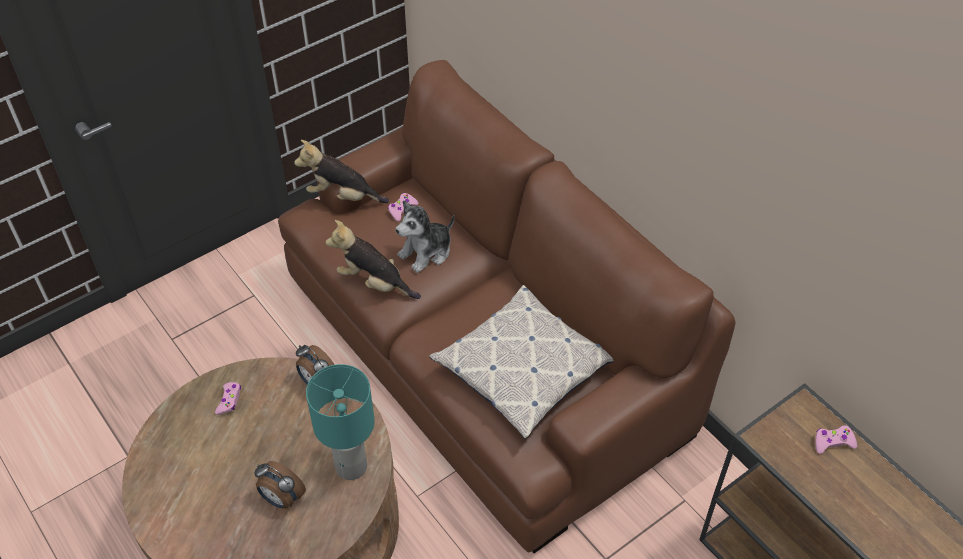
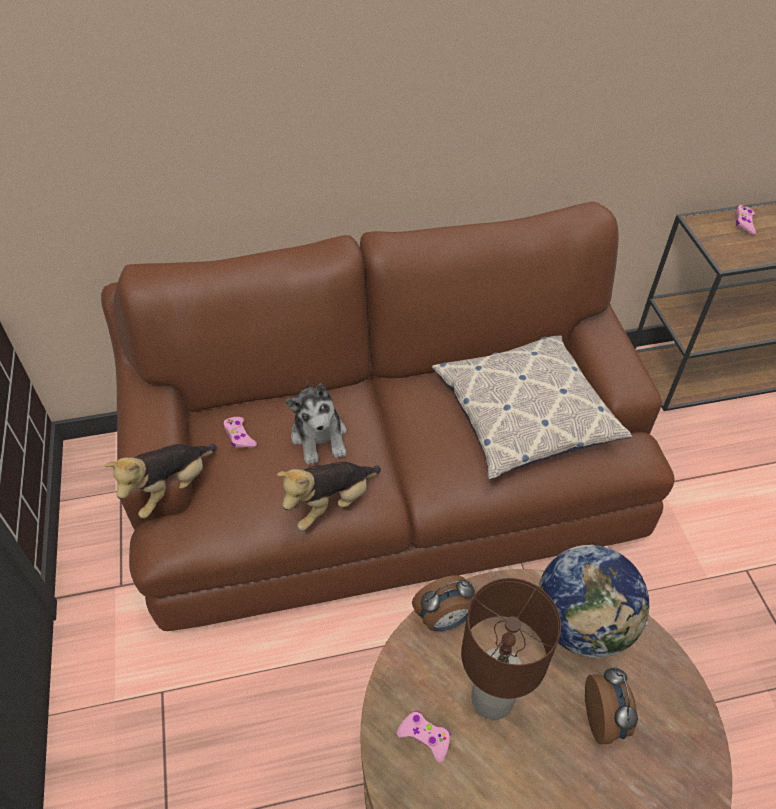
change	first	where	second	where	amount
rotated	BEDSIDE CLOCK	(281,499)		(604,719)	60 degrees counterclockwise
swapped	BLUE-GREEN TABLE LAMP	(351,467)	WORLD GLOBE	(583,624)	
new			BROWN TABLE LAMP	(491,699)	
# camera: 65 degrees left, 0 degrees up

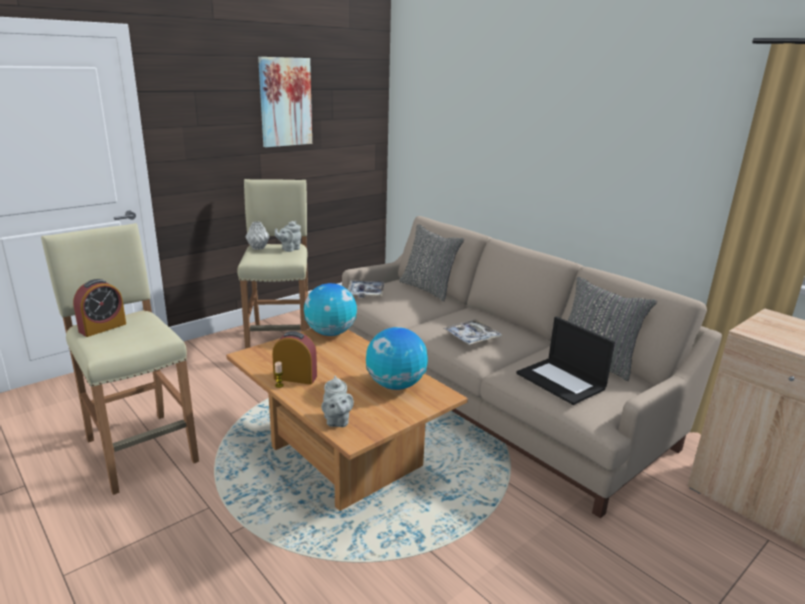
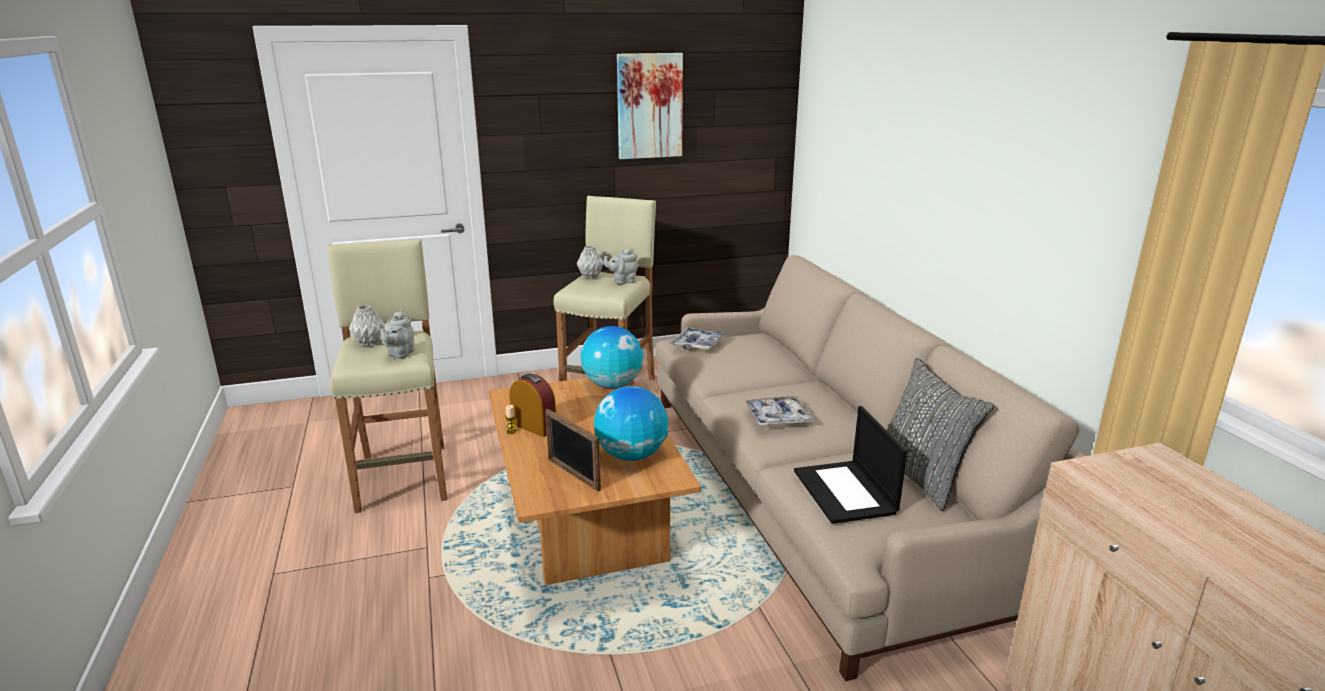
change	first	where	second	where	amount
swapped	BEDSIDE CLOCK	(102,328)	GRAY FLOWER VASE	(370,343)	
shifted	GRAY TEA POT	(336,421)		(400,354)	
gone	GRAY PILLOW	(428,289)			
new			PICTURE FRAME	(573,474)	
# camera: 25 degrees right, 0 degrees up

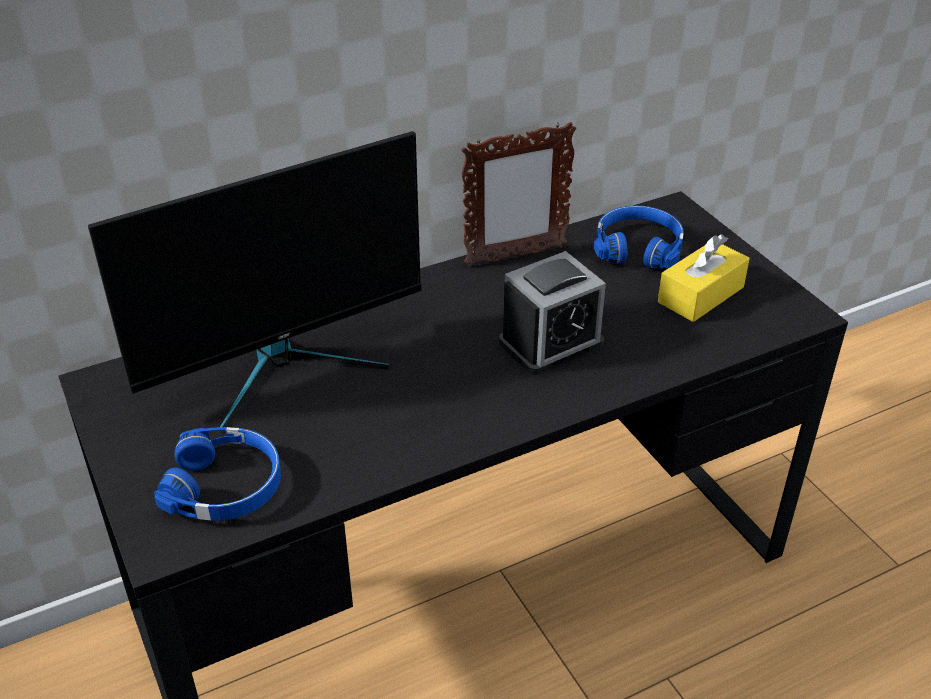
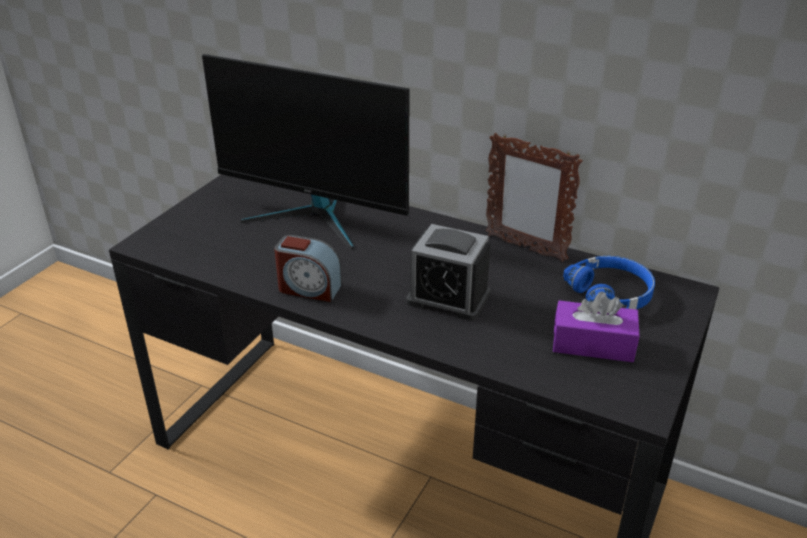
change	first	where	second	where	amount
gone	BLUISH PAIR OF HEADPHONES	(225,486)			
repainted	YELLOW TISSUE BOX	(701,295)	PURPLE TISSUE BOX	(593,344)	
new			BEDSIDE CLOCK	(309,288)	
# camera: 55 degrees right, 5 degrees down

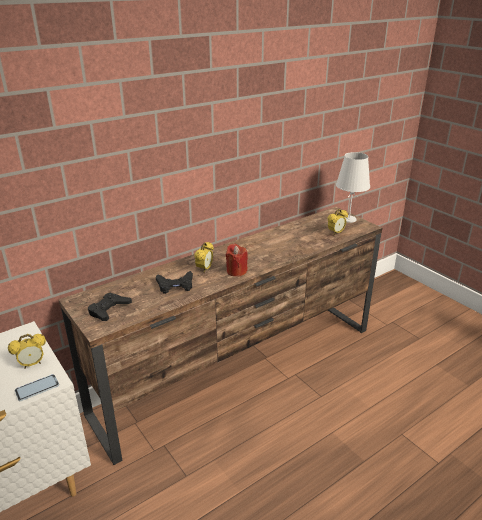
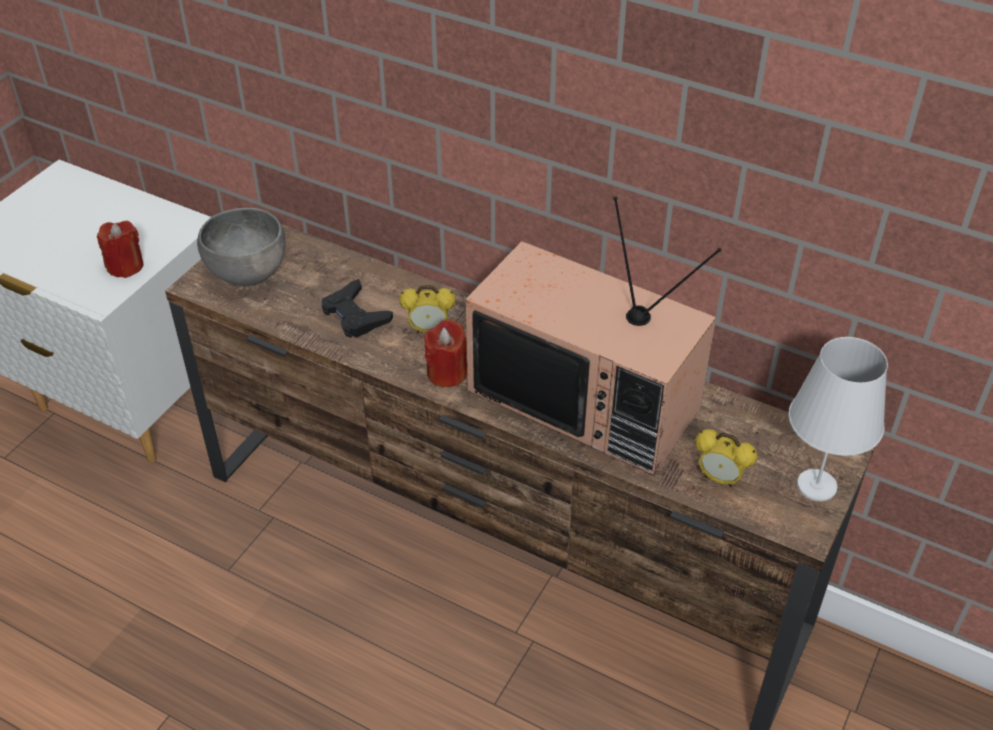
change	first	where	second	where	amount
swapped	BEDSIDE CLOCK	(32,364)	RED-COLOURED CANDLE	(125,266)	
gone	HANDSET	(37,388)			
swapped	BLACK GAMEPAD	(109,310)	GRAY SERVING BOWL	(249,274)	
new			TELEVISION	(588,399)	
# camera: 65 degrees right, 15 degrees up

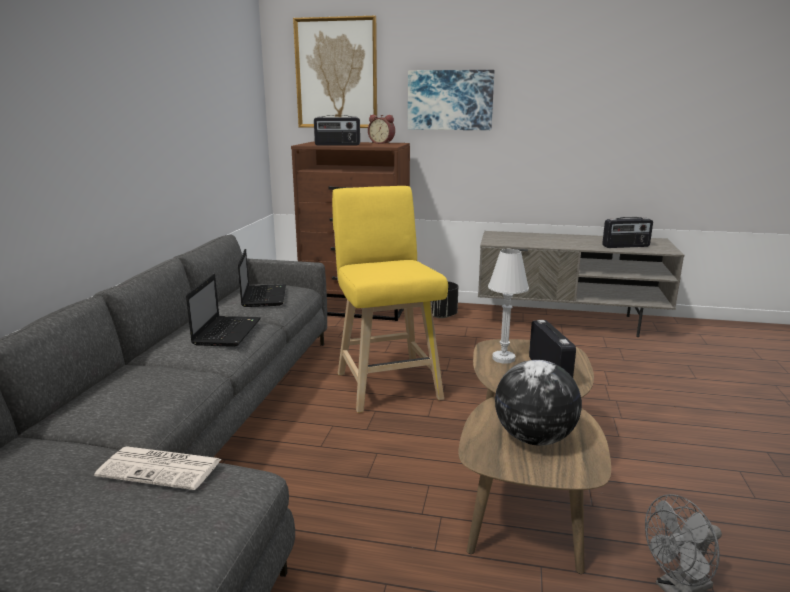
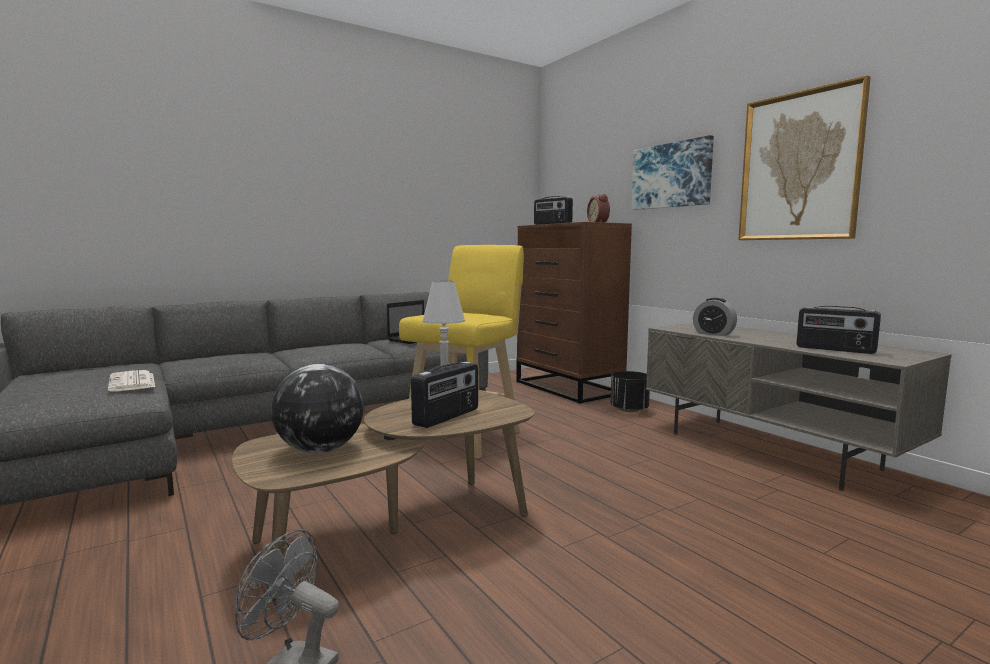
change	first	where	second	where	amount
gone	PORTABLE COMPUTER	(227,331)			
shifted	WALL PICTURE	(336,74)		(799,167)	
new			BEDSIDE CLOCK	(713,334)	
# camera: 45 degrees right, 10 degrees down

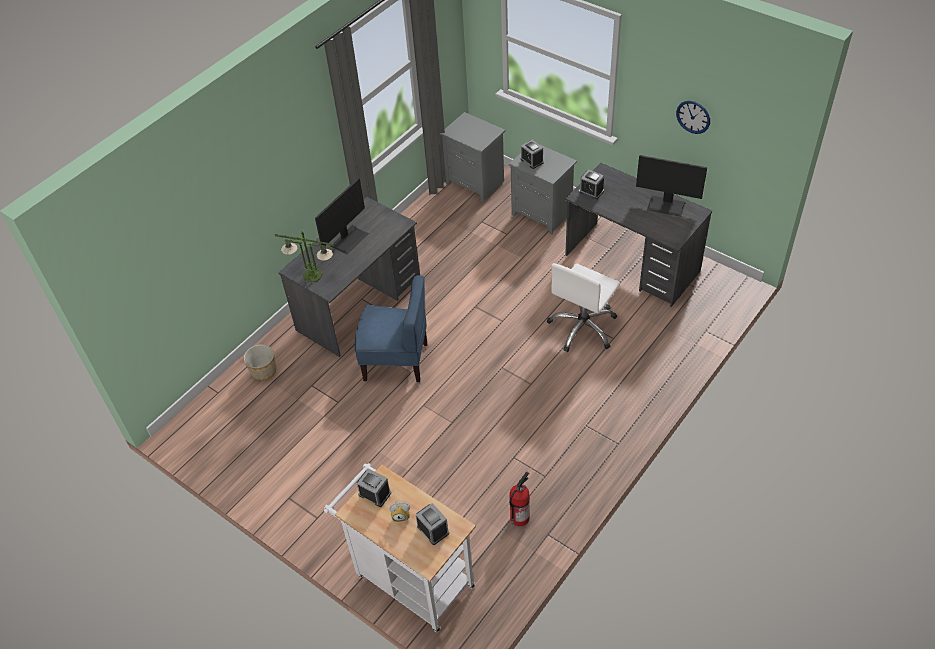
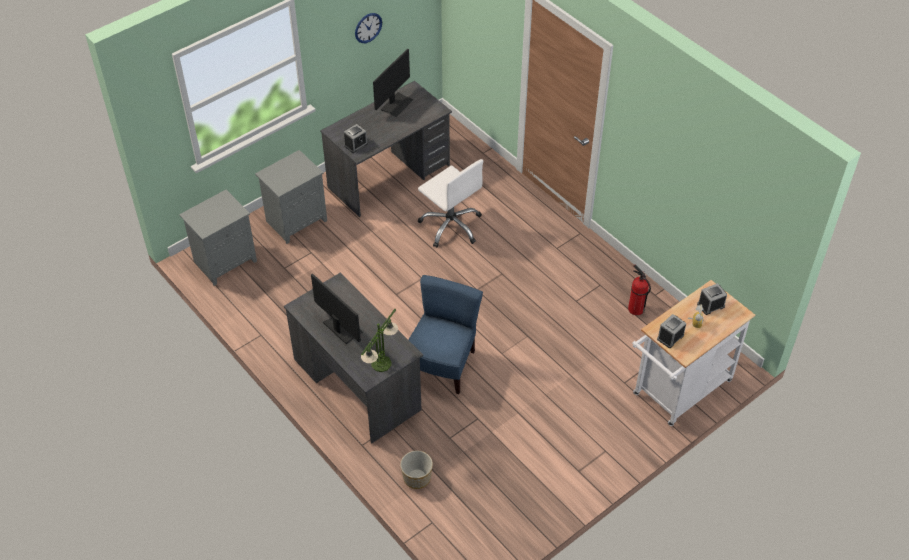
change	first	where	second	where	amount
gone	BEDSIDE CLOCK	(532,161)			
# camera: 80 degrees left, 0 degrees up

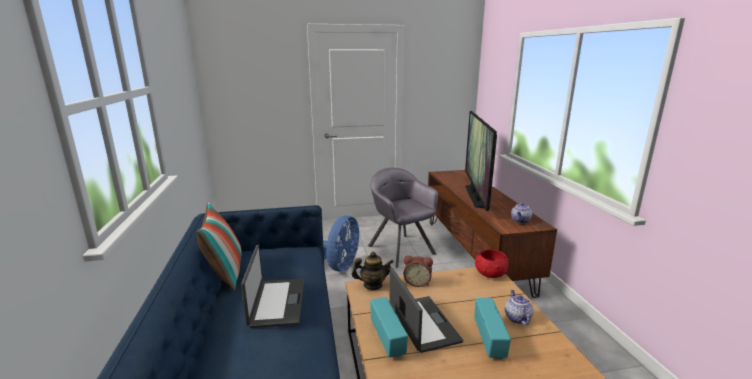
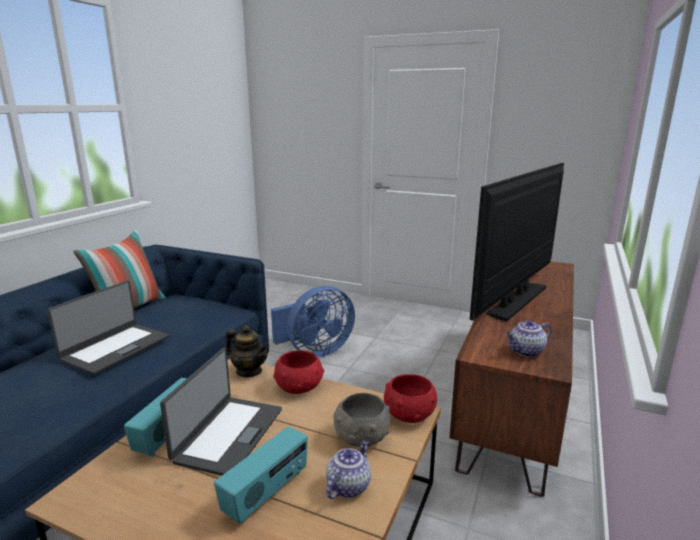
change	first	where	second	where	amount
gone	GRAY LOUNGE CHAIR	(401,249)			
swapped	BEDSIDE CLOCK	(417,282)	RED-COLOURED SERVING BOWL	(300,387)	
new			GRAY SERVING BOWL	(361,437)	
# camera: 35 degrees right, 0 degrees up

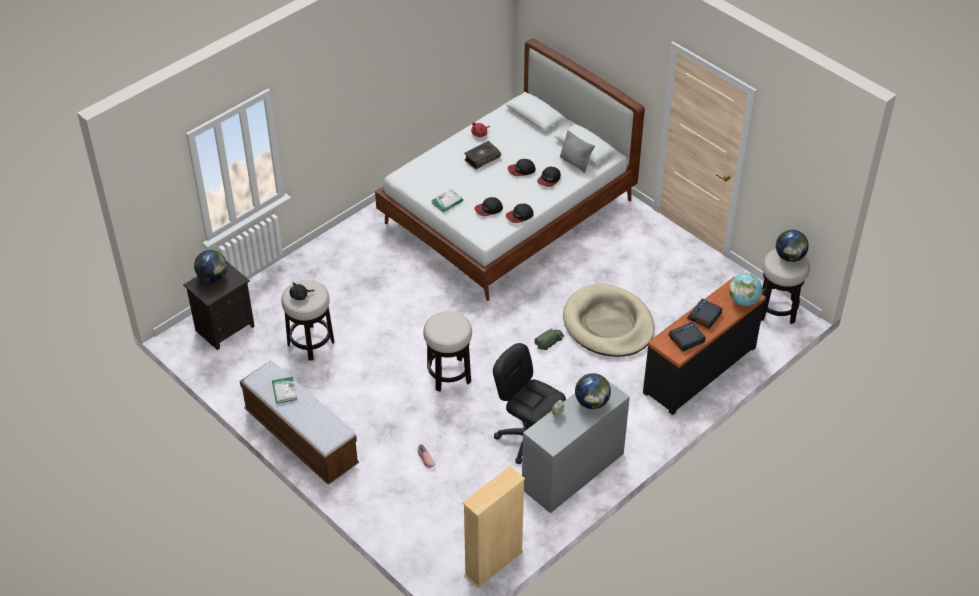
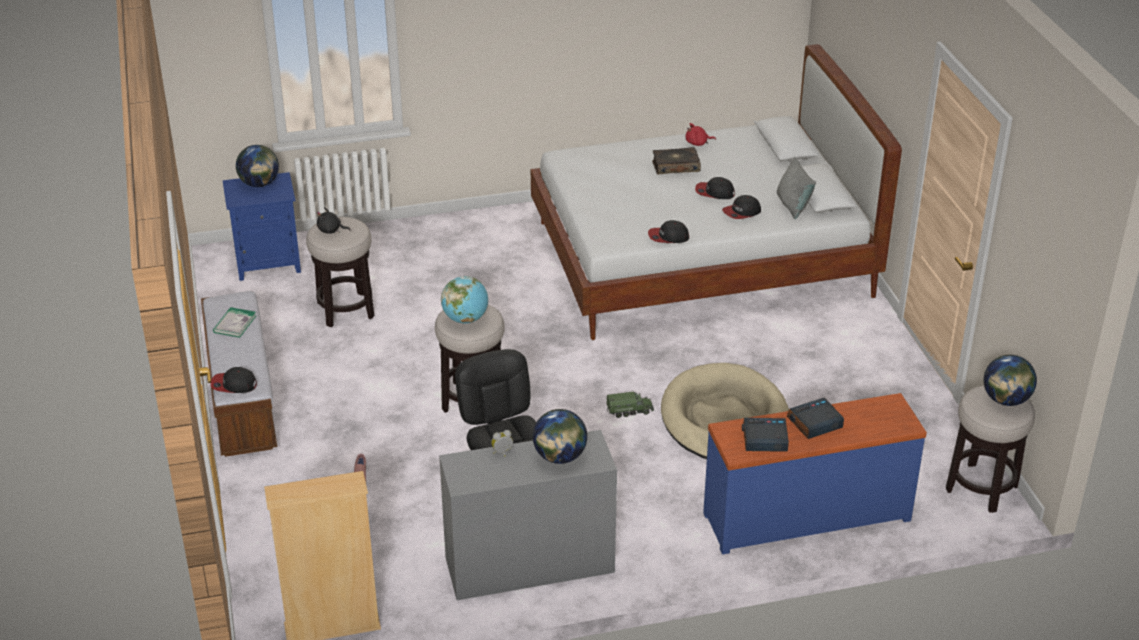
change	first	where	second	where	amount
repainted	BLACK NIGHTSTAND	(225,327)	BLUISH NIGHTSTAND	(269,262)	
gone	VOLUME	(447,202)			
shifted	BASEBALL CAP	(488,209)		(233,385)	
repainted	BLACK DRAWER CHEST	(698,369)	BLUISH DRAWER CHEST	(806,515)	
shifted	WORLD GLOBE	(743,301)		(465,319)	
# camera: 30 degrees right, 10 degrees down

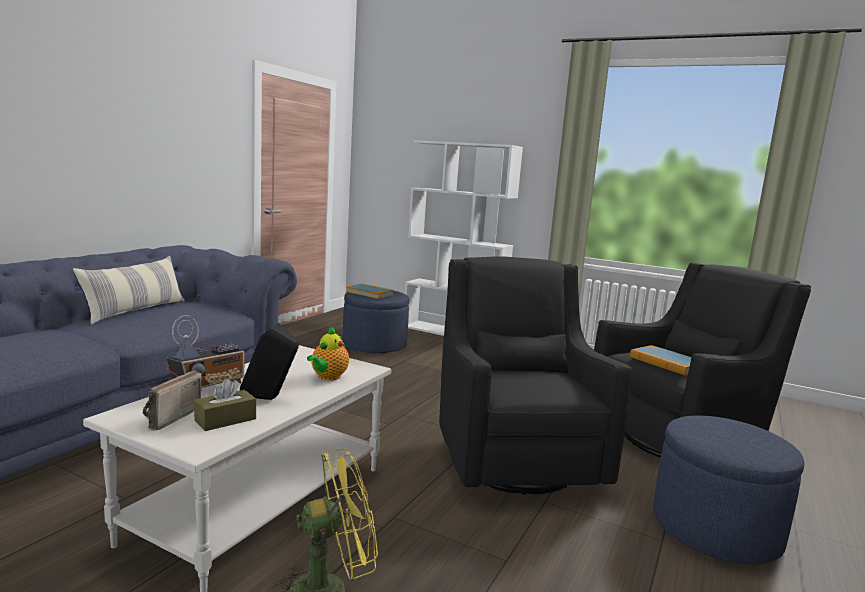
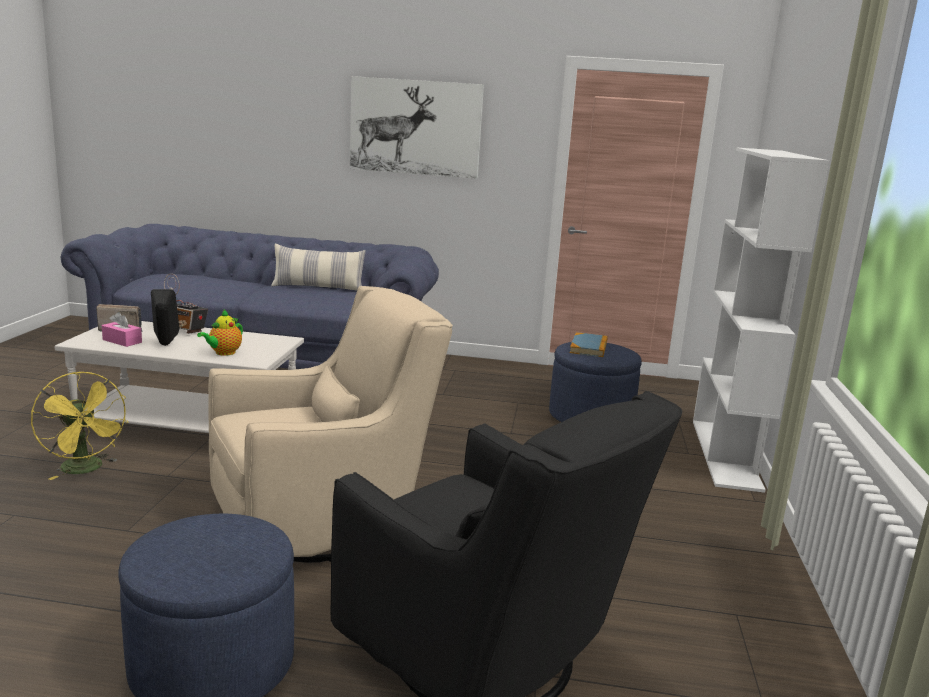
change	first	where	second	where	amount
repainted	BROWN TISSUE BOX	(225,420)	PINK TISSUE BOX	(122,341)	
rotated	TEA POT	(328,377)		(223,353)	60 degrees counterclockwise
repainted	BLACK LOUNGE CHAIR	(513,459)	SAND-COLOURED LOUNGE CHAIR	(325,523)	
gone	VOLUME	(666,363)			
new			WALL PICTURE	(415,127)	
# camera: 70 degrees right, 5 degrees up

